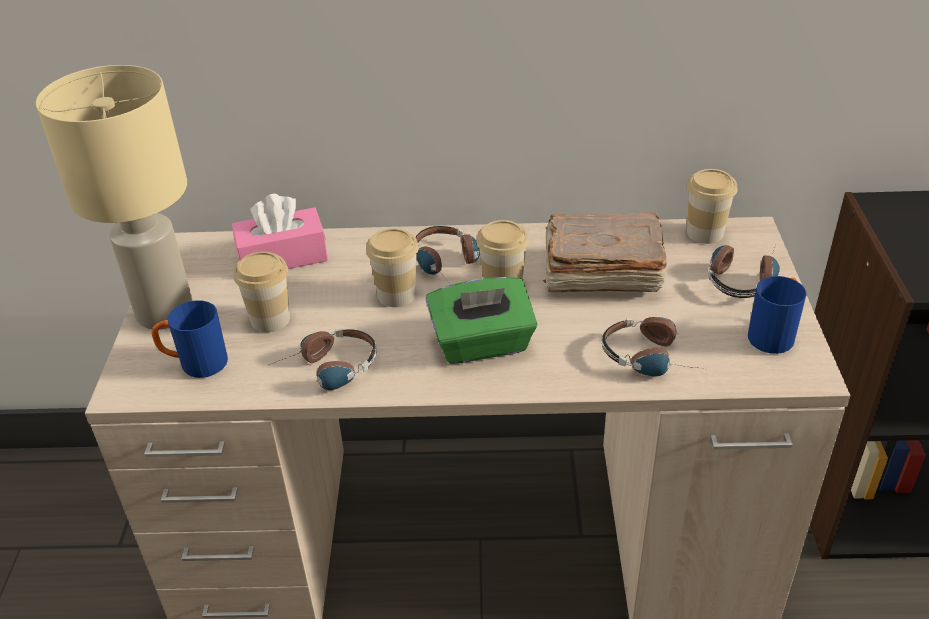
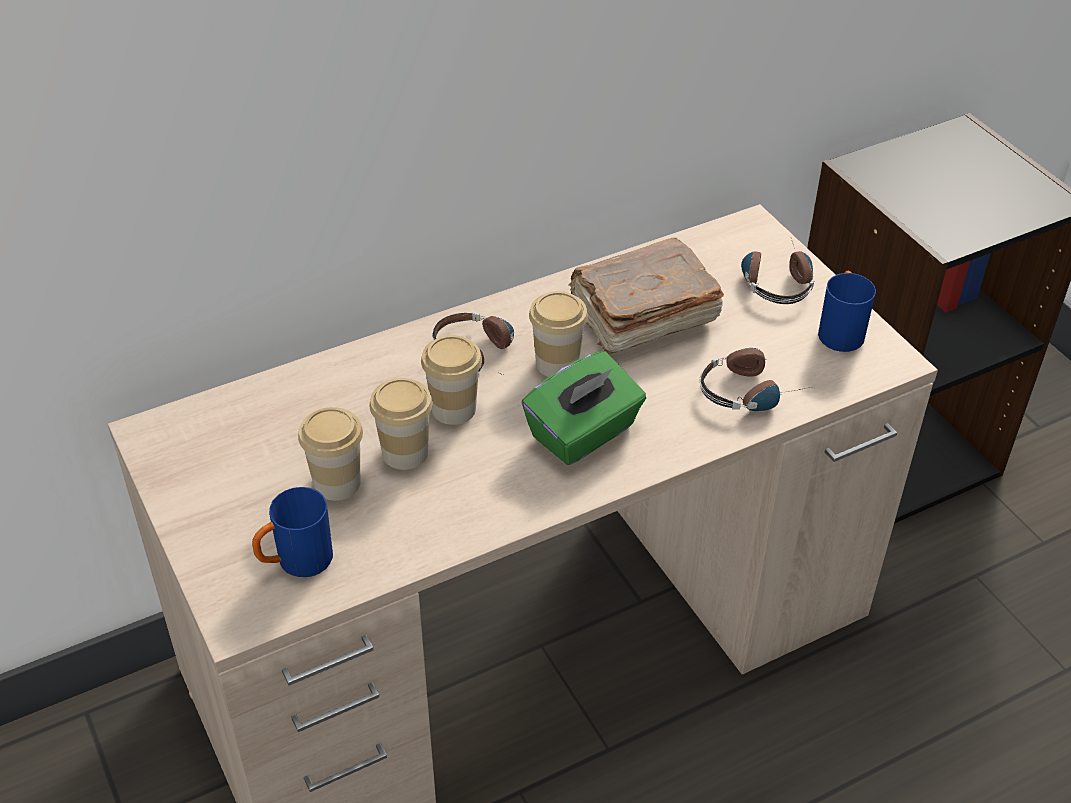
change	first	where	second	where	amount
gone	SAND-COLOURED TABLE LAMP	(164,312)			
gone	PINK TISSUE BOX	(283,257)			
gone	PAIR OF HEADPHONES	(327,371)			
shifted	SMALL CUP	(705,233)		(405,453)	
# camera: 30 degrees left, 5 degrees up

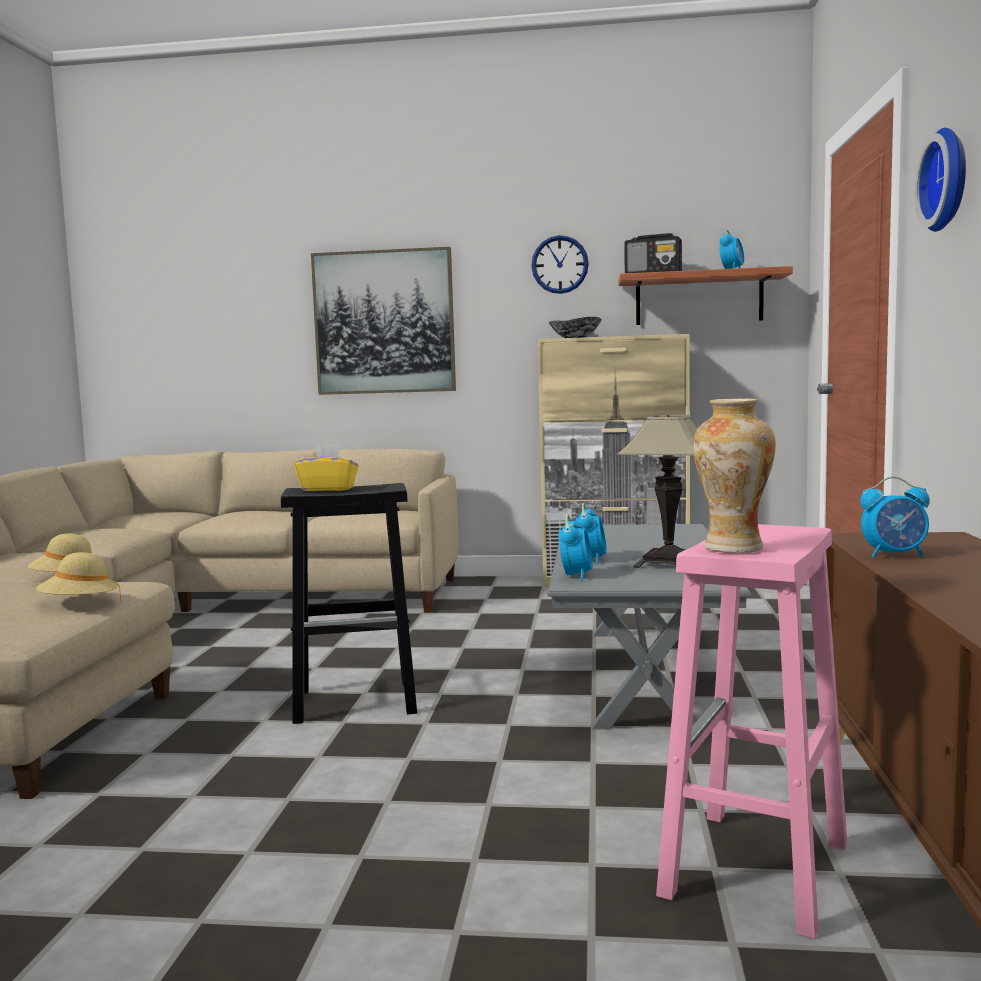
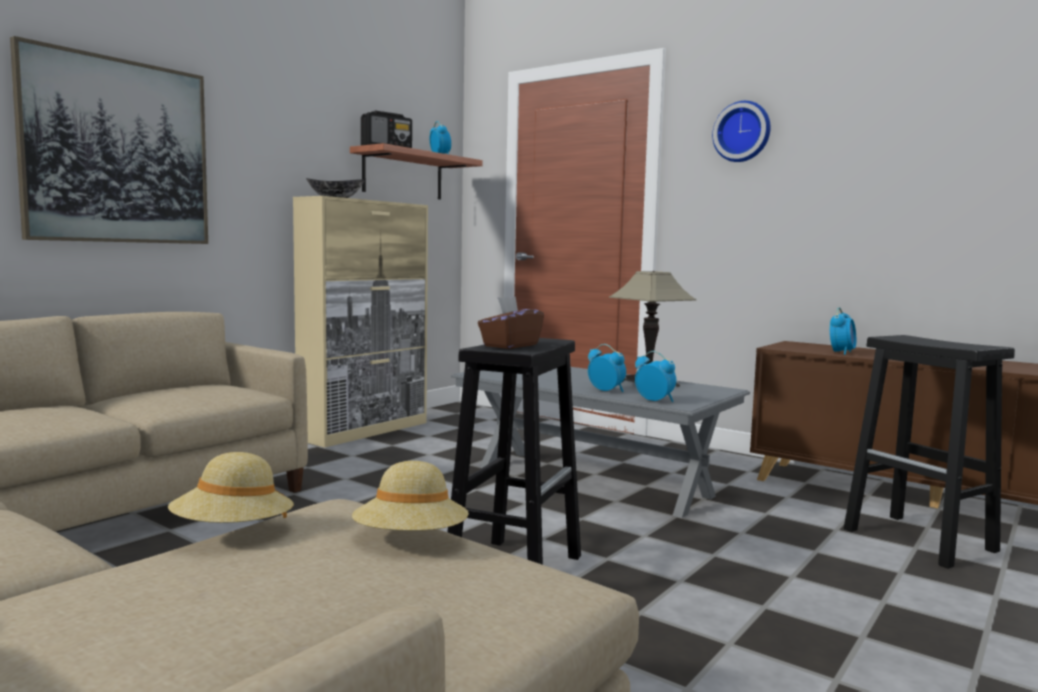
change	first	where	second	where	amount
repainted	YELLOW TISSUE BOX	(328,489)	BROWN TISSUE BOX	(510,345)	
gone	CLOCK ON THE WALL	(559,264)			
repainted	PINK STOOL	(756,871)	BLACK STOOL	(921,540)	
gone	FLOWER VASE	(733,548)			
# camera: 60 degrees left, 0 degrees up

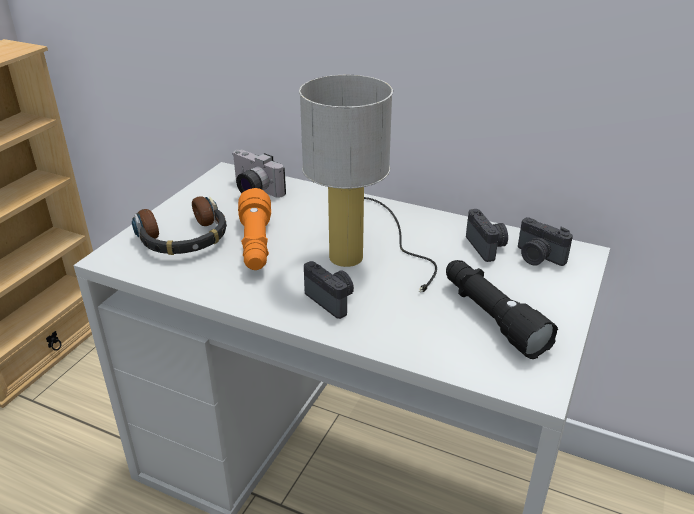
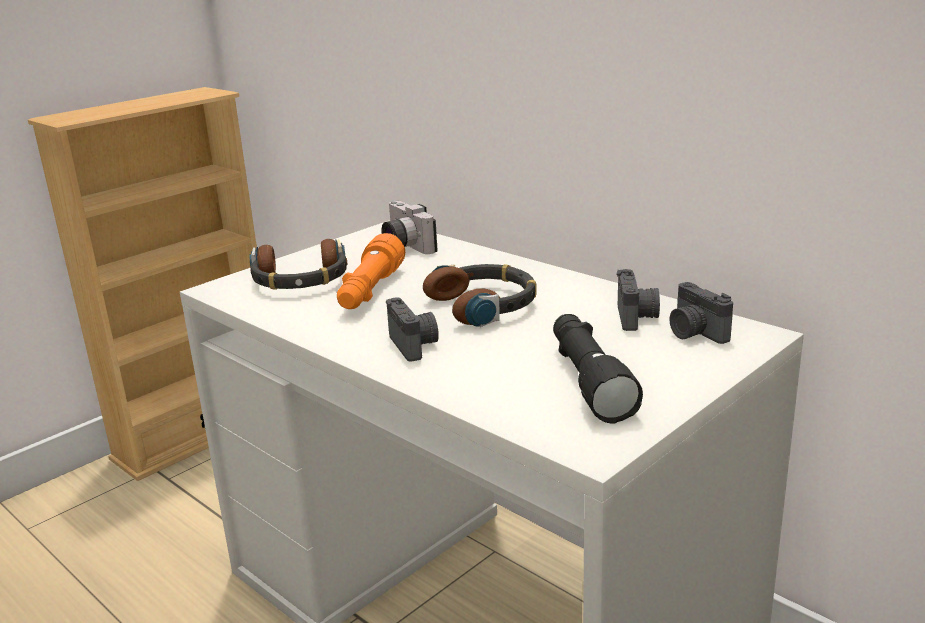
change	first	where	second	where	amount
swapped	TABLE LAMP	(362,248)	PAIR OF HEADPHONES	(484,305)	
# camera: 20 degrees right, 10 degrees down

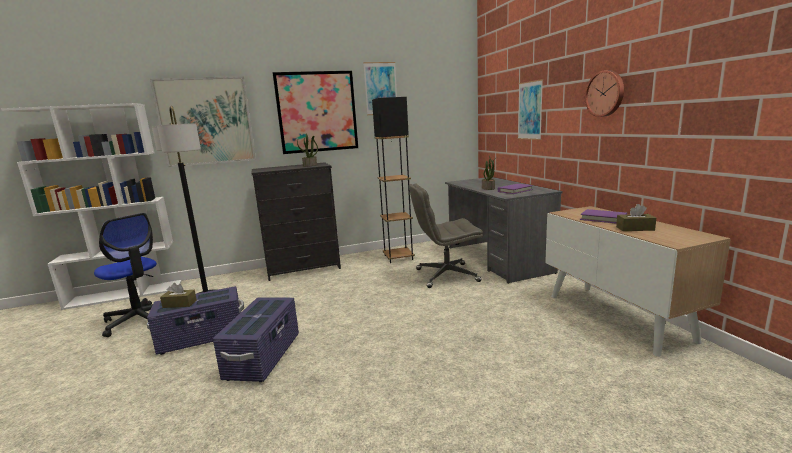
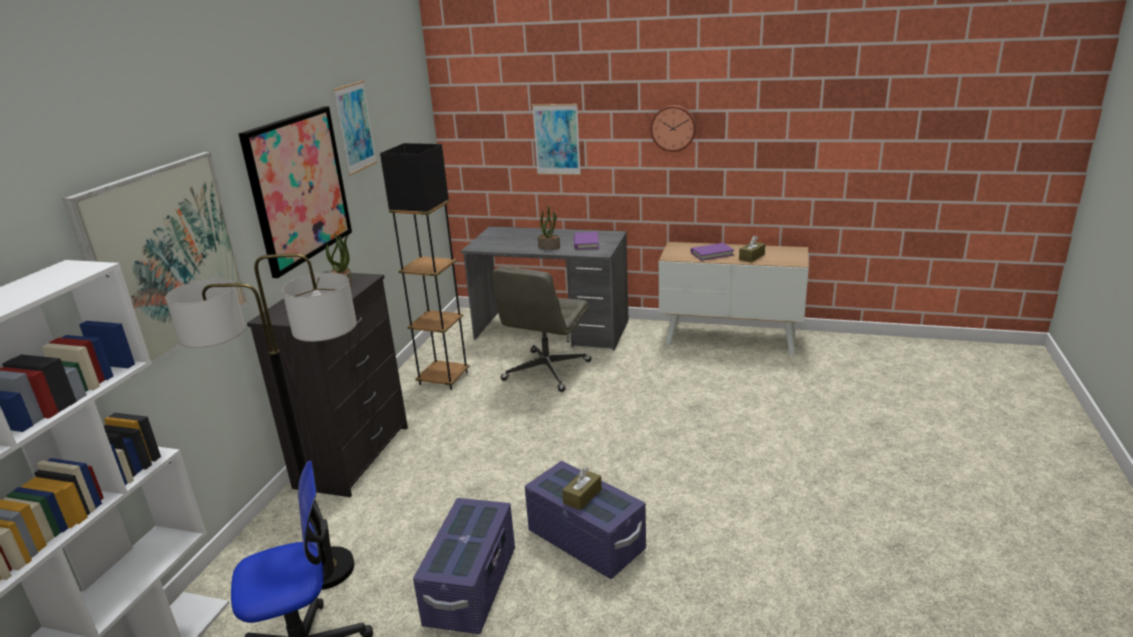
change	first	where	second	where	amount
shifted	BROWN TISSUE BOX	(179,304)		(582,496)	
# camera: 55 degrees left, 10 degrees up

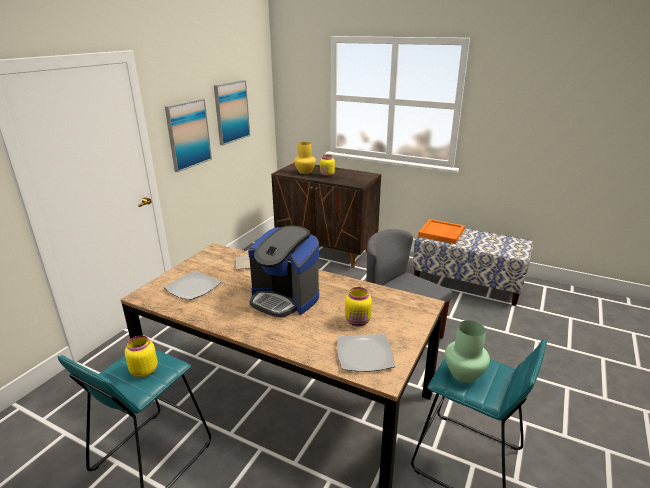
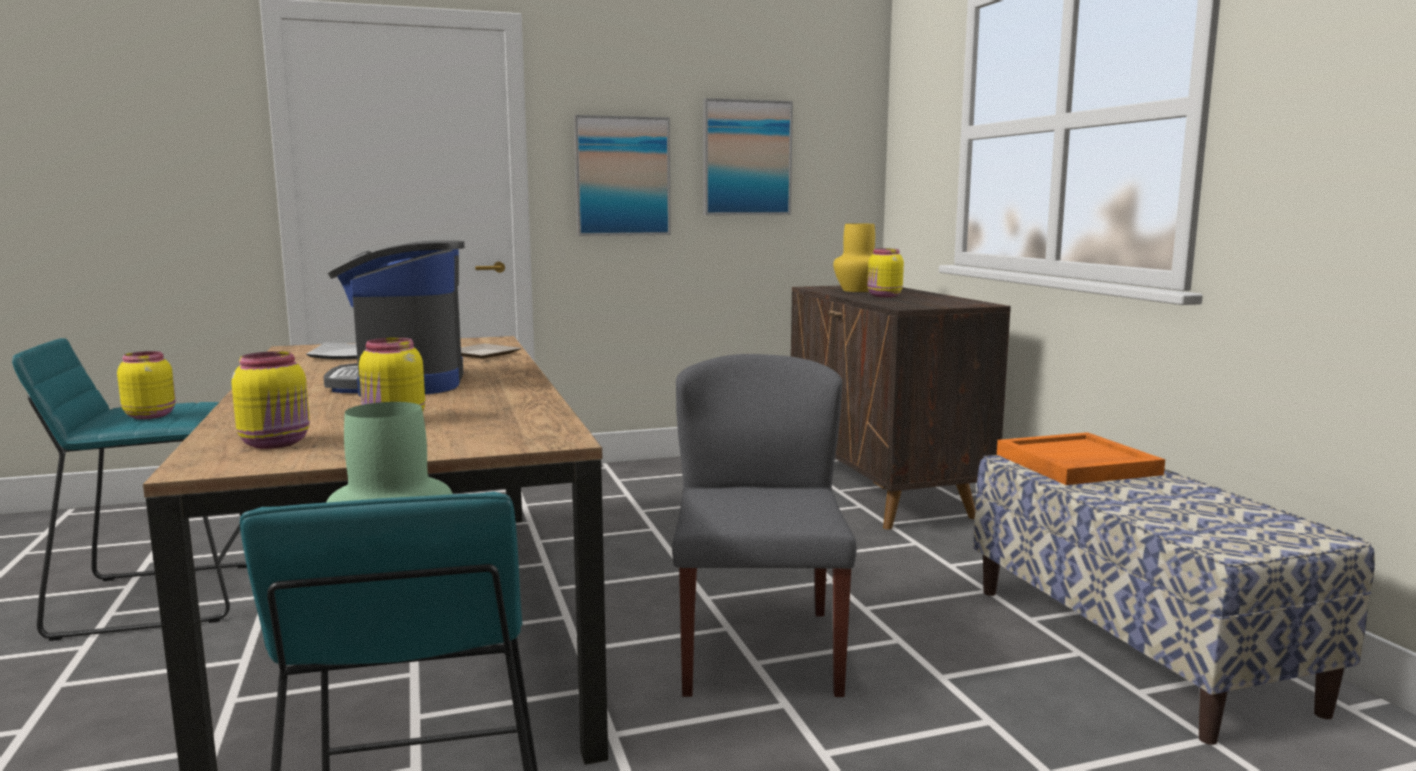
change	first	where	second	where	amount
swapped	FLAT DISH	(365,354)	YELLOW STORAGE JAR	(277,443)	
# camera: 45 degrees right, 15 degrees down

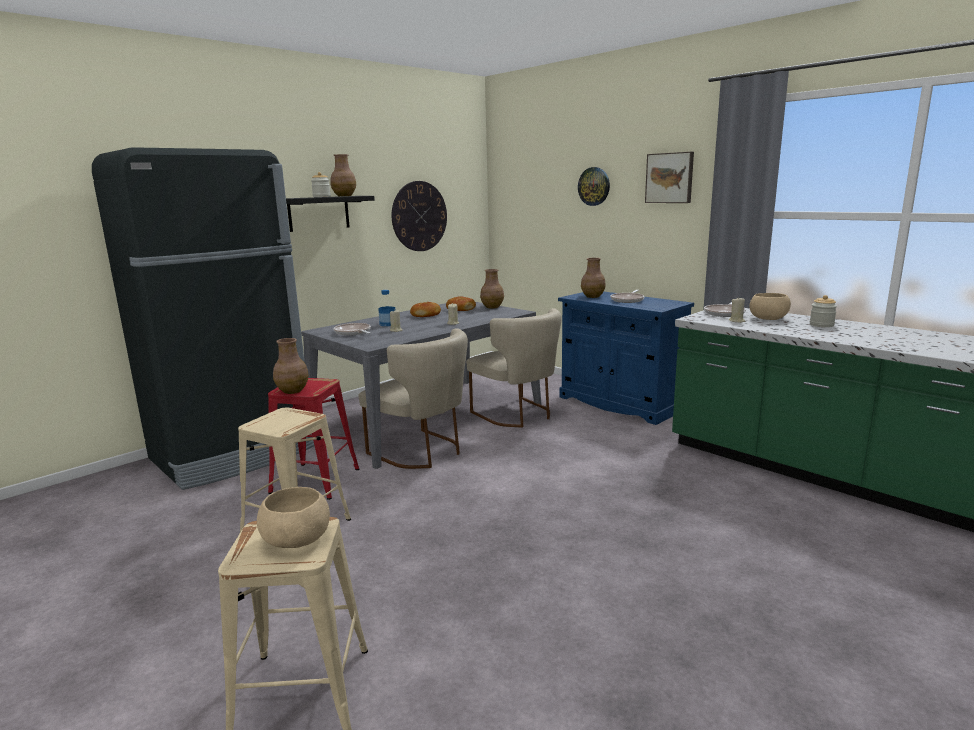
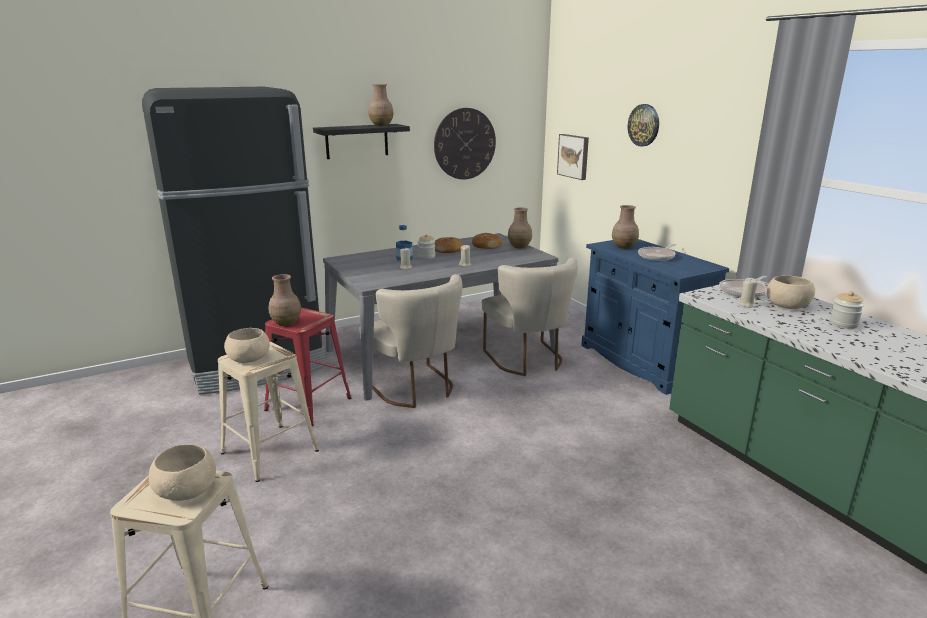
change	first	where	second	where	amount
shifted	STORAGE JAR	(321,197)		(426,256)	
gone	SKILLET	(353,333)			
shifted	WALL PICTURE	(670,178)		(574,156)	
new			SAND-COLOURED SERVING BOWL	(249,358)	
# camera: 15 degrees right, 5 degrees up

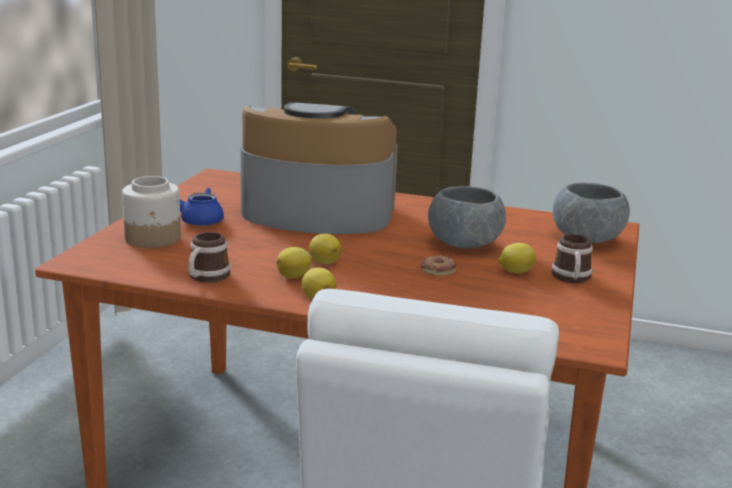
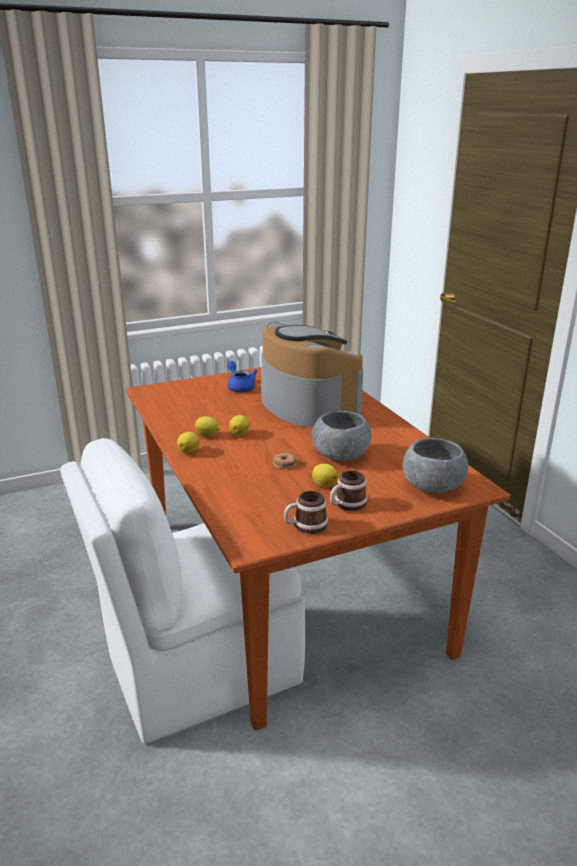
change	first	where	second	where	amount
gone	STORAGE JAR	(153,238)			
shifted	COFFEE MUG	(206,277)		(305,526)	
# camera: 50 degrees right, 5 degrees up

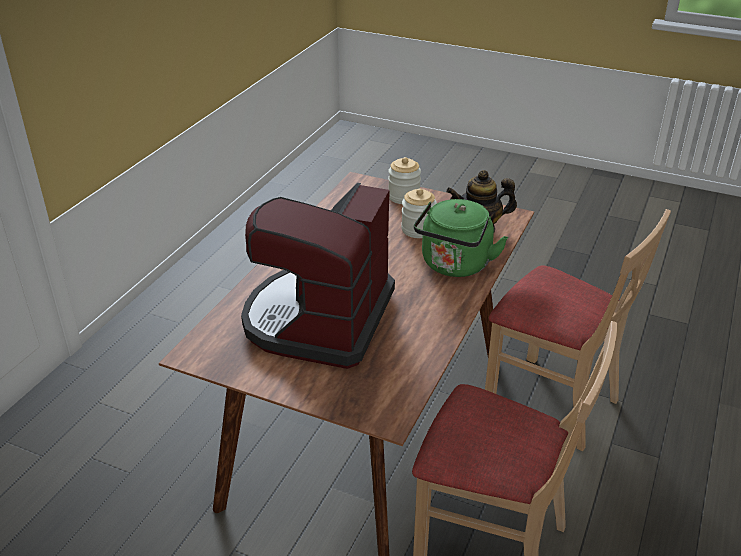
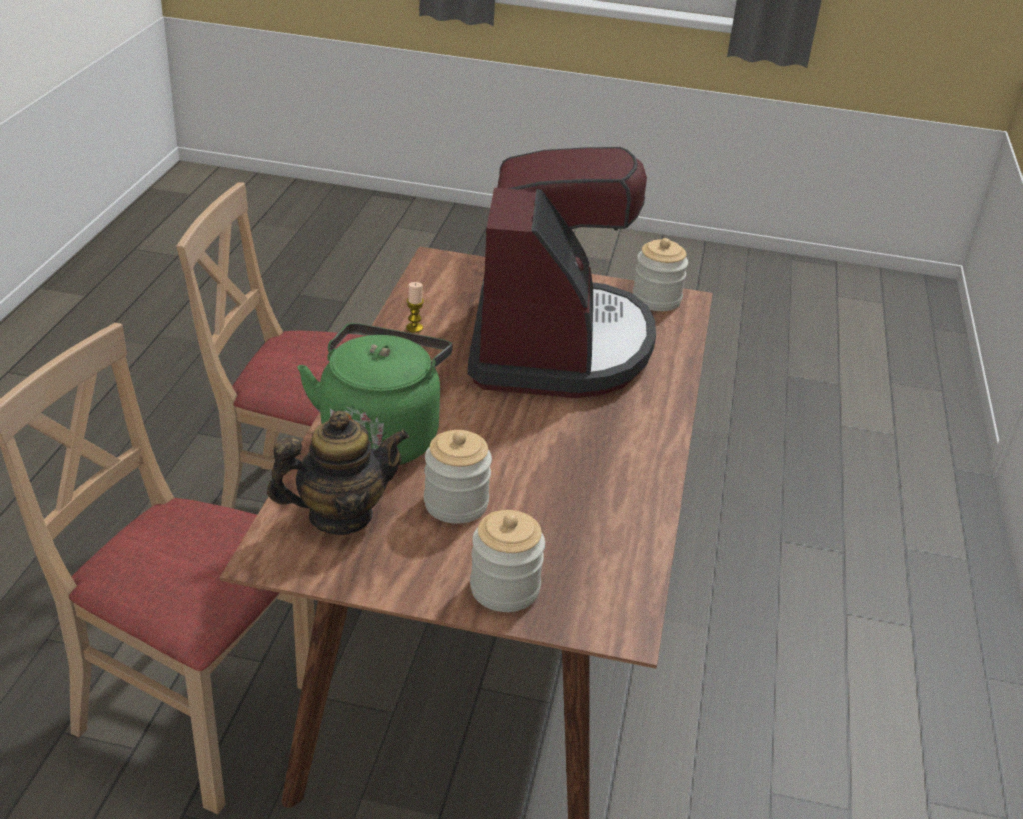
change	first	where	second	where	amount
new			CANDLE	(414,328)	
new			STORAGE JAR	(656,299)	
# camera: 165 degrees right, 0 degrees up

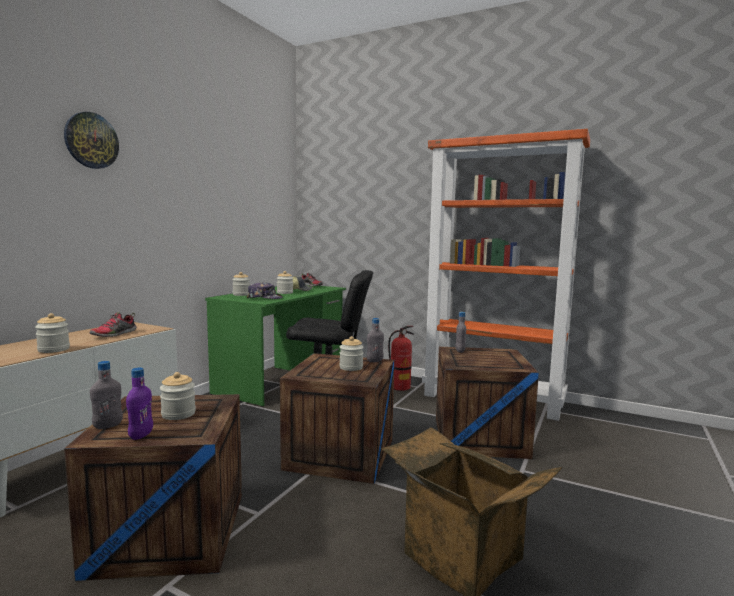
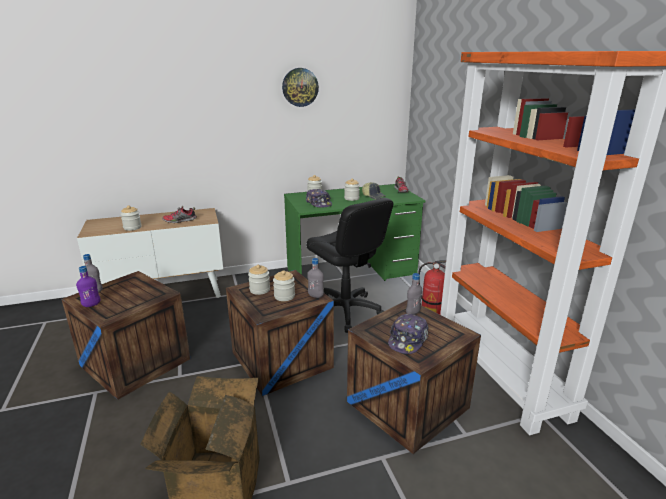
change	first	where	second	where	amount
shifted	CLOCK ON THE WALL	(91,140)		(300,87)	
shifted	STORAGE JAR	(178,414)		(259,290)	
new			BASEBALL CAP	(408,340)	
# camera: 45 degrees right, 15 degrees up

